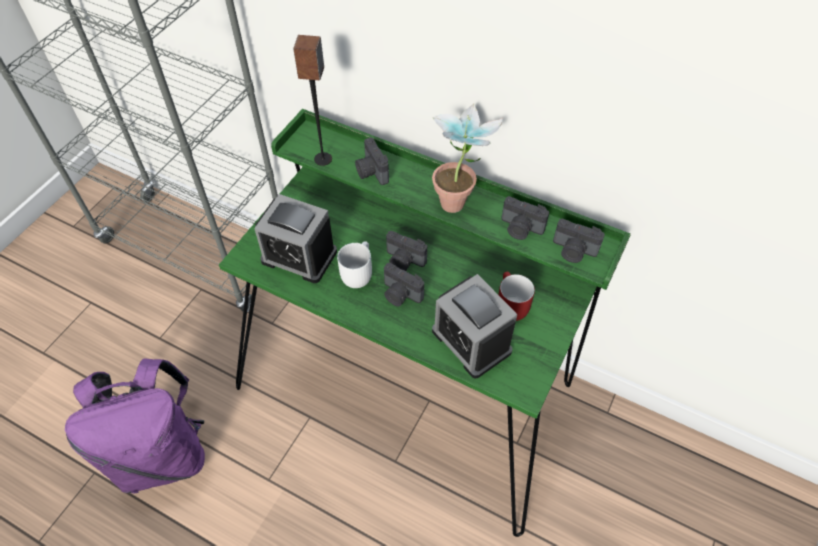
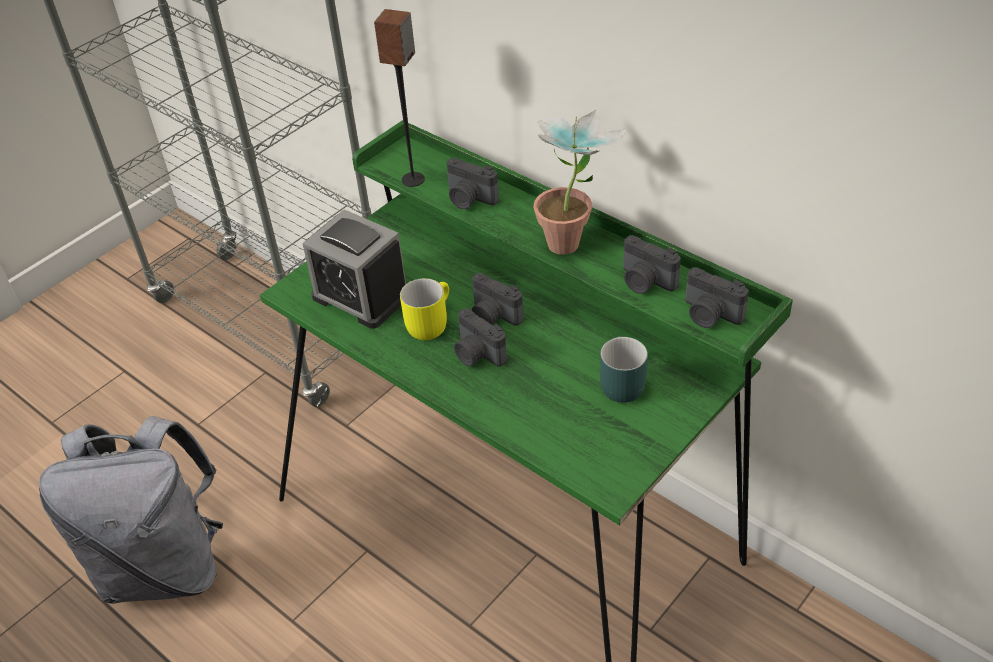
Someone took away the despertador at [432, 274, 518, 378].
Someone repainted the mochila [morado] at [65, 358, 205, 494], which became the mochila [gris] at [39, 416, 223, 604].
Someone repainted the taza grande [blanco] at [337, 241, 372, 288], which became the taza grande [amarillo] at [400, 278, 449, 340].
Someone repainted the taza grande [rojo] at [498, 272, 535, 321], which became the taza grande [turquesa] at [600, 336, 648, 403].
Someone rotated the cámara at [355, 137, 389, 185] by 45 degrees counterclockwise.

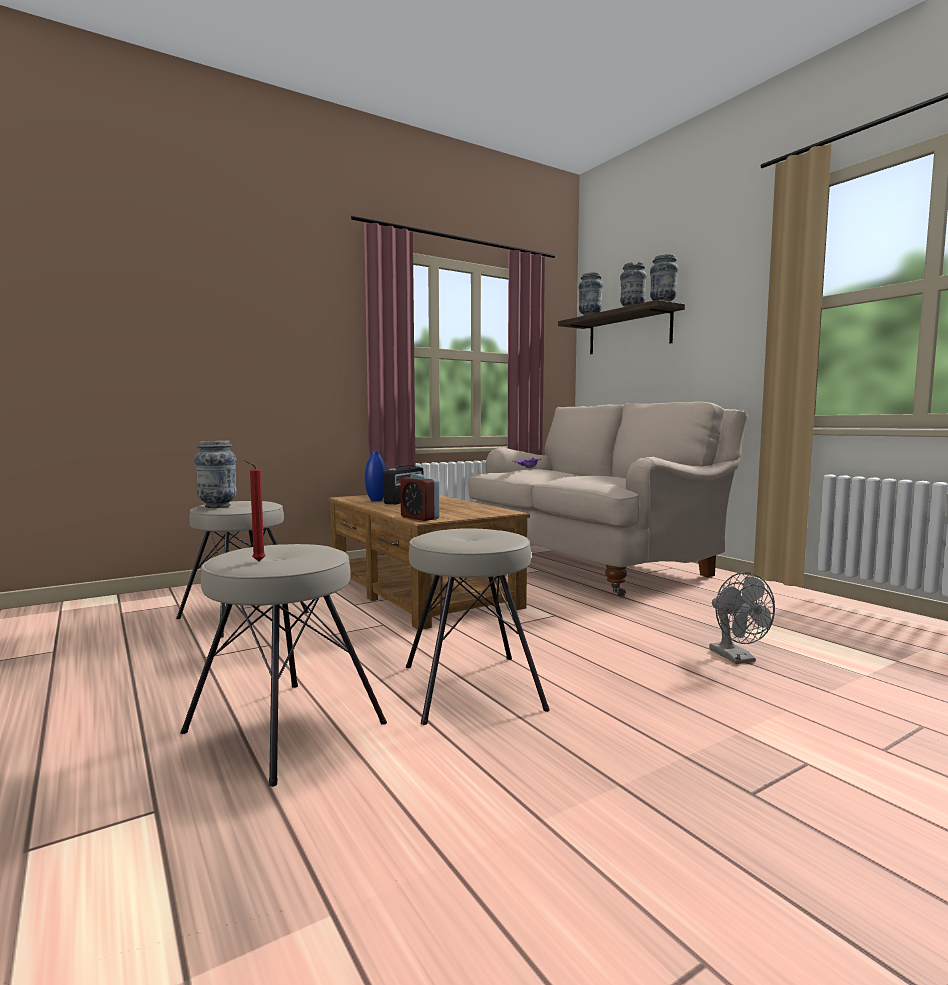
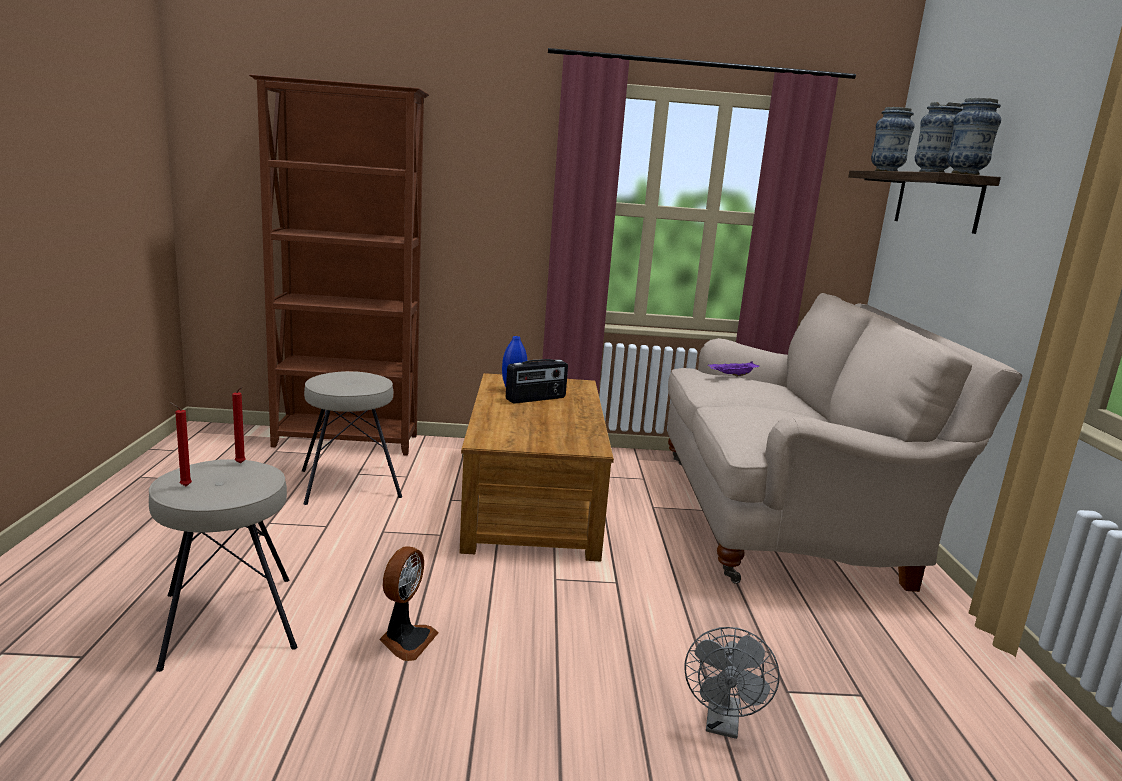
Someone took away the florero at [194, 440, 237, 508].
Someone took away the despertador at [400, 474, 439, 521].
Someone put down the vela [rojo] at [232, 387, 246, 464].
Someone put down the estantería [marrón] at [249, 74, 429, 456].
Someone swapped the taburete [beis] at [406, 529, 550, 725] for the ventilador at [379, 546, 439, 661].

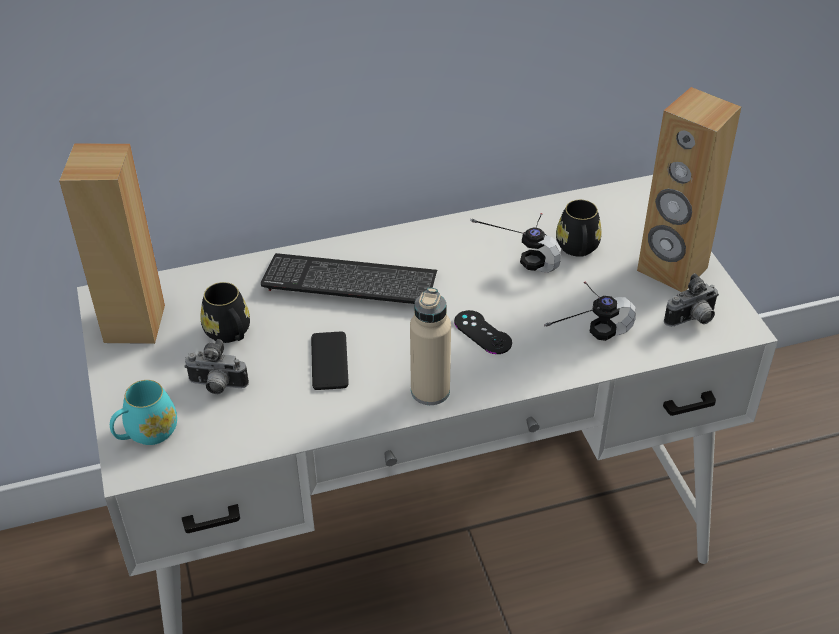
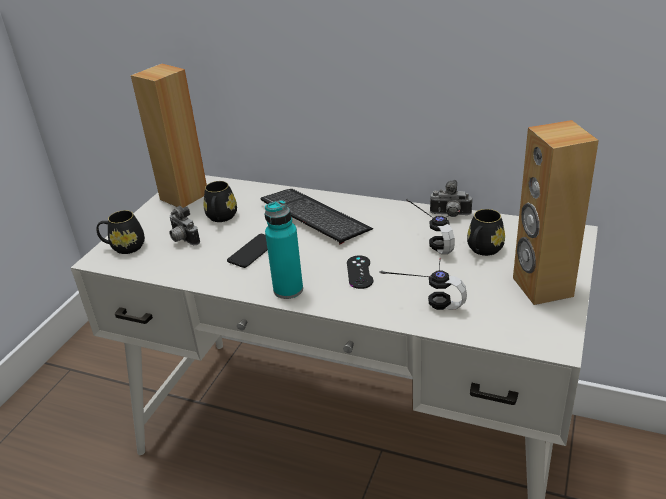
Someone carried the cámara from [664, 273, 719, 327] to [429, 180, 472, 217].
Someone repainted the taza grande [turquesa] at [110, 380, 177, 445], which became the taza grande [negro] at [96, 210, 145, 254].
Someone repainted the botella [beis] at [410, 288, 451, 405], which became the botella [turquesa] at [265, 200, 303, 299].

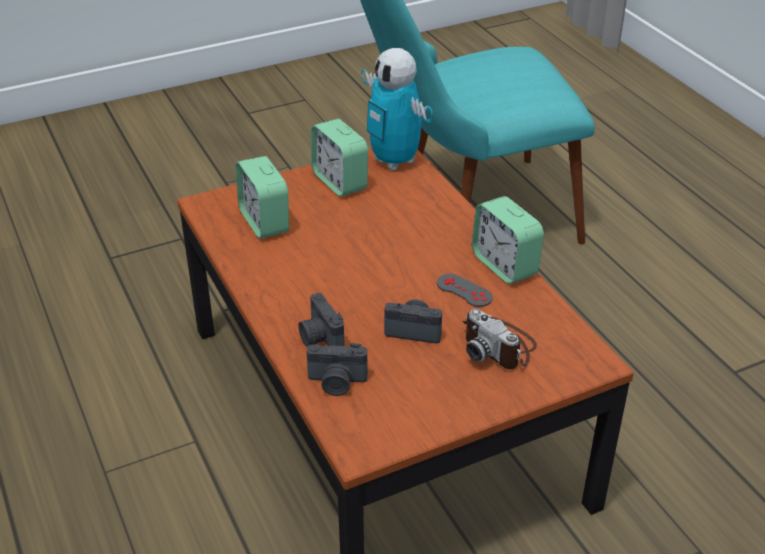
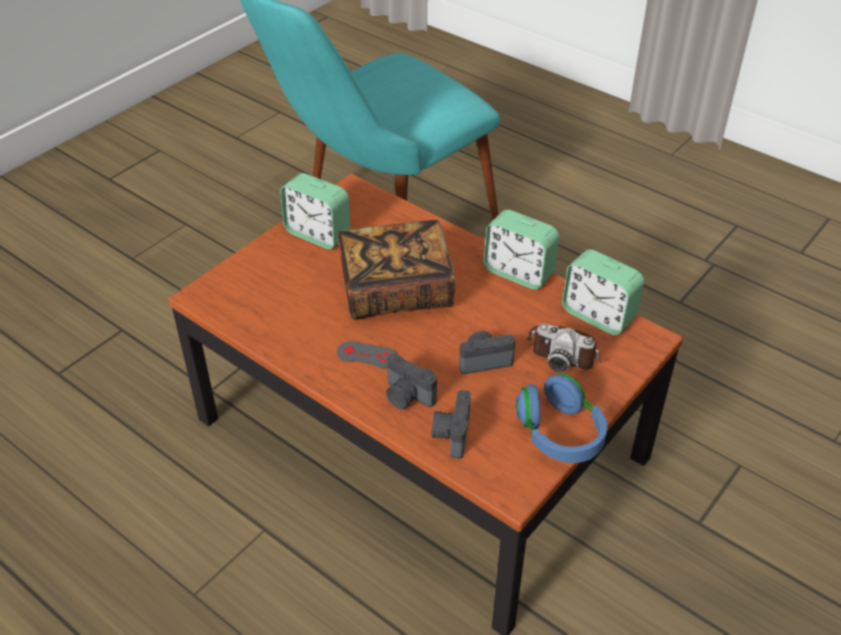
Someone took away the robot de juguete at [361, 48, 433, 171].
Someone put down the libro at [338, 220, 456, 320].
Someone put down the auriculares [azul] at [516, 374, 607, 463].
Someone carried the despertador from [236, 156, 289, 239] to [562, 249, 644, 335].
Someone carried the mando de consola [gris] from [437, 274, 493, 307] to [337, 341, 397, 369].
Someone rotated the cámara at [307, 343, 368, 396] by 120 degrees clockwise.

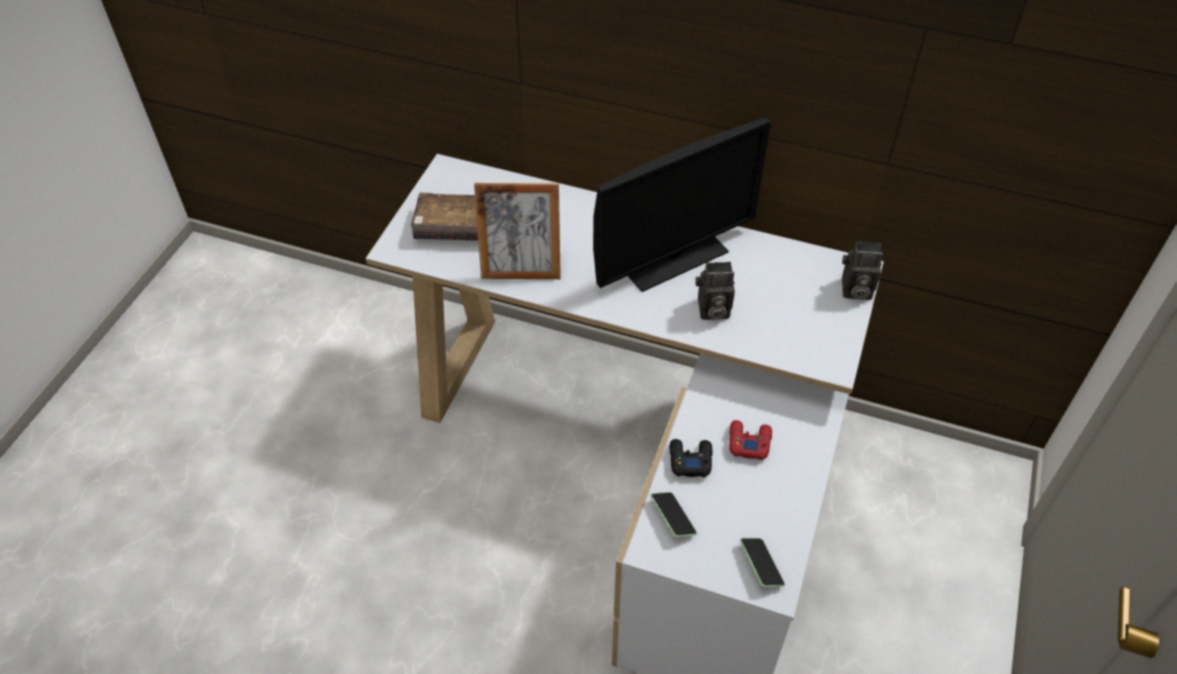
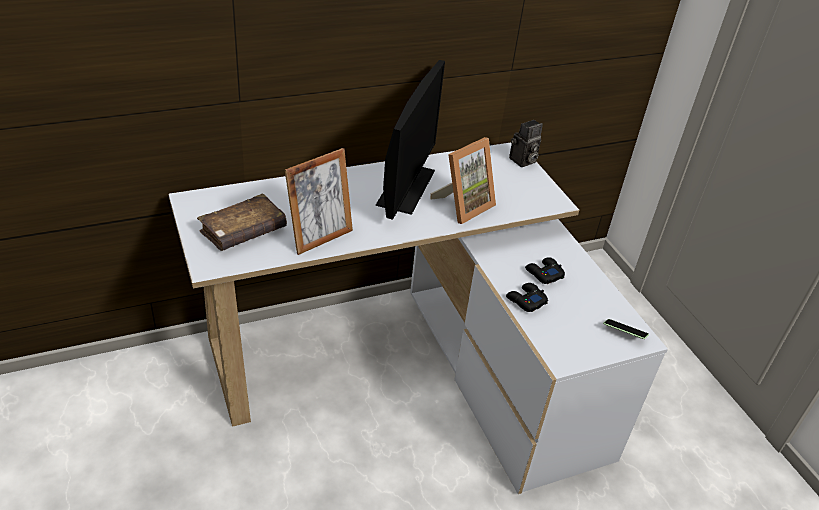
Someone took away the móvil at [650, 492, 697, 537].
Someone swapped the cámara at [695, 262, 735, 320] for the portarretratos at [430, 137, 496, 224].
Someone repainted the mando de consola [rojo] at [729, 420, 772, 460], which became the mando de consola [negro] at [525, 257, 565, 284].

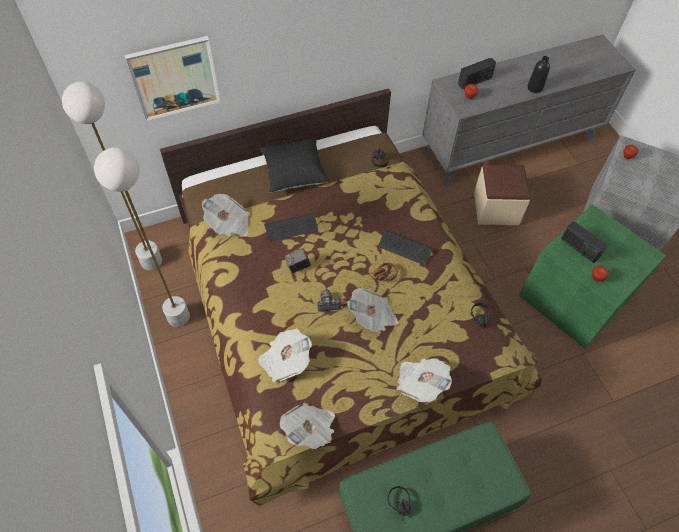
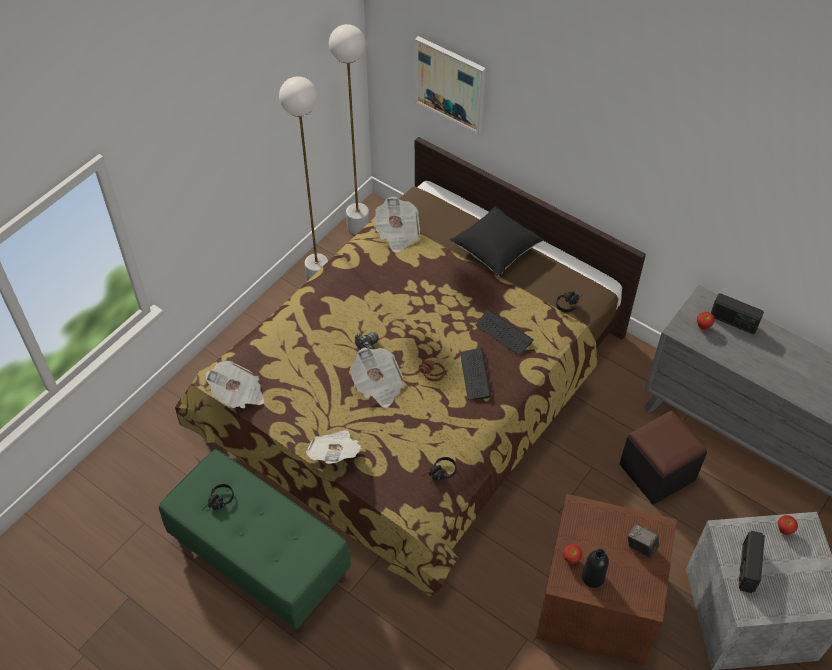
Someone took away the periódico at [258, 329, 312, 382].
Someone carried the teclado from [264, 213, 318, 242] to [476, 310, 533, 355].
Someone carried the cámara from [284, 248, 311, 273] to [628, 524, 659, 558].
Someone carried the botella [negro] from [528, 56, 550, 93] to [581, 549, 609, 588].
Someone carried the radio from [561, 221, 607, 263] to [739, 531, 765, 593].
Someone repainted the puf [beis] at [474, 164, 530, 225], which became the puf [negro] at [620, 410, 707, 505].
Someone repainted the caja de almacenaje [verde] at [519, 204, 666, 348], which became the caja de almacenaje [marrón] at [536, 494, 677, 666].

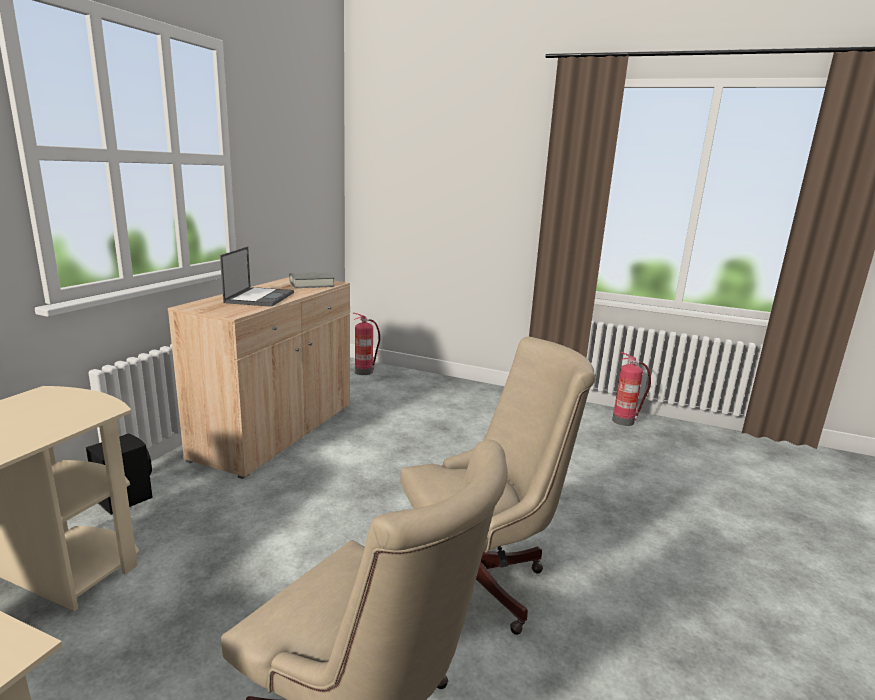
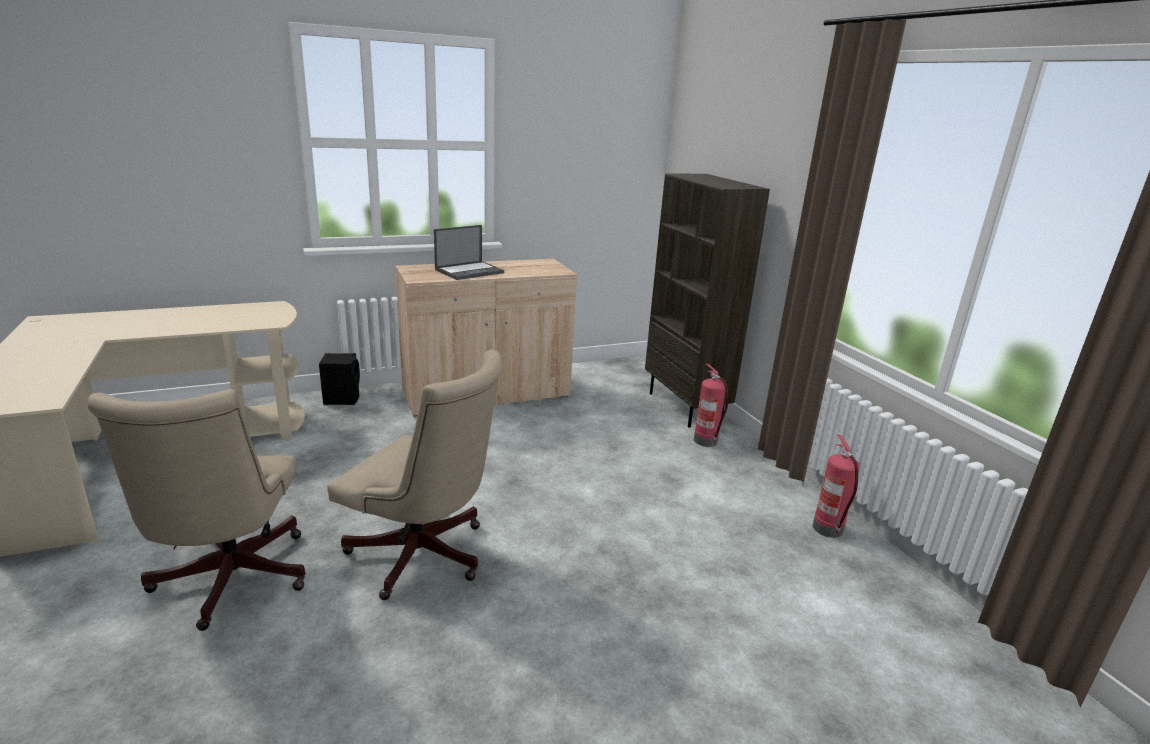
Someone took away the libro [gris] at [289, 272, 335, 288].
Someone put down the estantería [marrón] at [645, 173, 770, 427].
Someone carried the extintor from [353, 313, 380, 375] to [694, 363, 728, 447].

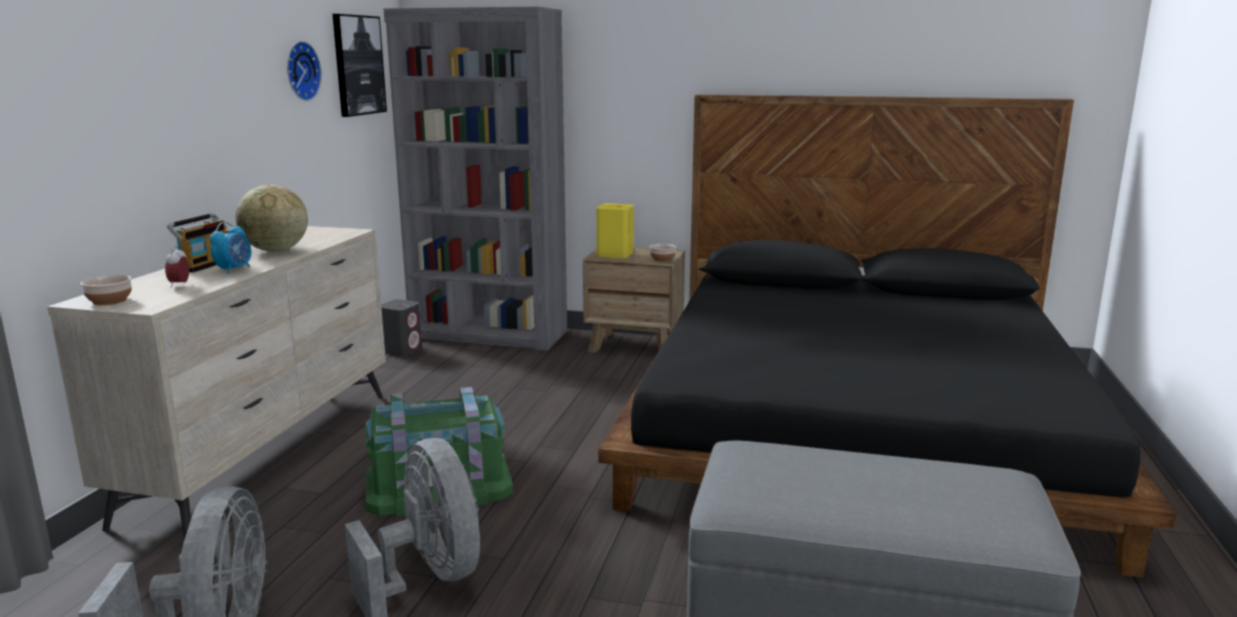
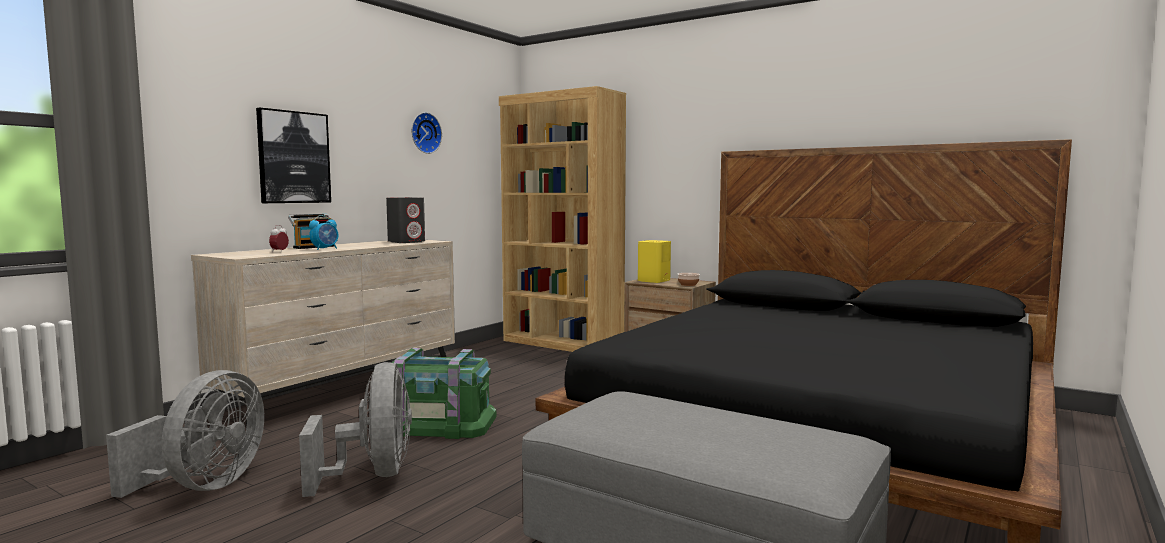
Someone took away the cuenco at [81, 275, 132, 305].
Someone took away the globo terráqueo at [236, 185, 308, 252].
Someone carried the cuadro from [333, 14, 387, 117] to [256, 108, 331, 203].
Someone carried the altavoz [gris] from [381, 299, 422, 356] to [386, 197, 425, 243].
Someone repainted the estantería [gris] at [384, 6, 567, 351], which became the estantería [marrón] at [499, 86, 626, 352].

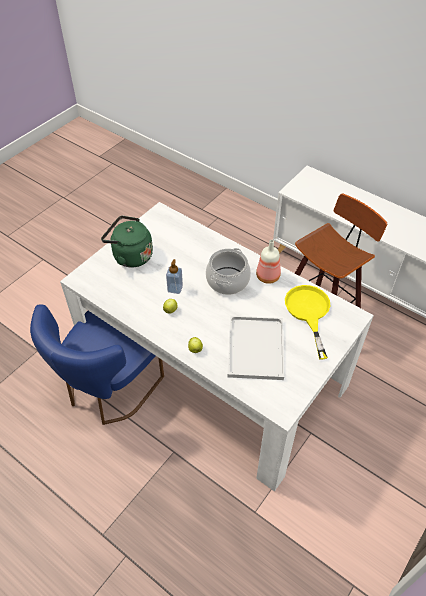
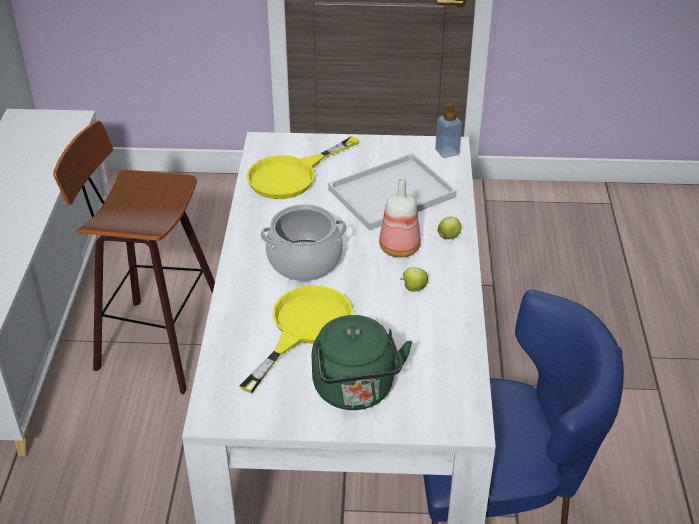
Someone put down the sartén [amarillo] at [240, 285, 353, 393].
Someone carried the dispensador de jabón from [166, 259, 183, 294] to [435, 103, 462, 158].
Someone carried the botella from [256, 240, 281, 284] to [379, 178, 421, 258].

